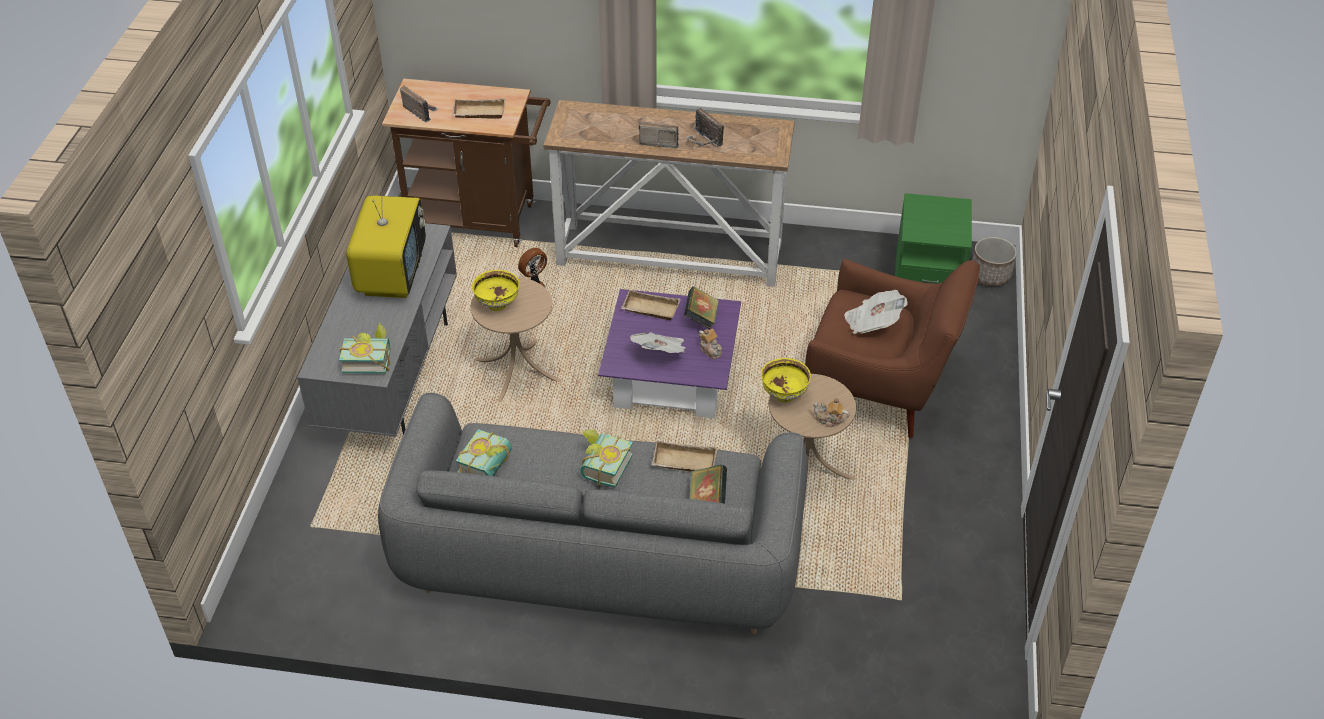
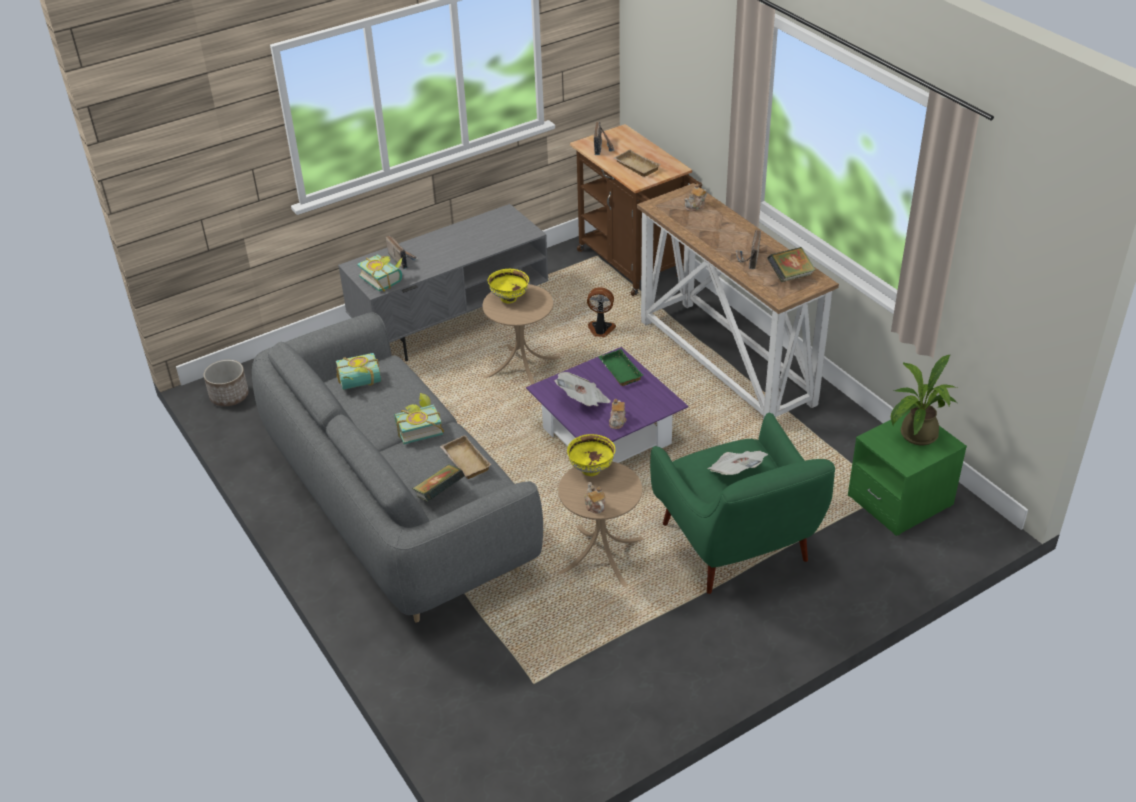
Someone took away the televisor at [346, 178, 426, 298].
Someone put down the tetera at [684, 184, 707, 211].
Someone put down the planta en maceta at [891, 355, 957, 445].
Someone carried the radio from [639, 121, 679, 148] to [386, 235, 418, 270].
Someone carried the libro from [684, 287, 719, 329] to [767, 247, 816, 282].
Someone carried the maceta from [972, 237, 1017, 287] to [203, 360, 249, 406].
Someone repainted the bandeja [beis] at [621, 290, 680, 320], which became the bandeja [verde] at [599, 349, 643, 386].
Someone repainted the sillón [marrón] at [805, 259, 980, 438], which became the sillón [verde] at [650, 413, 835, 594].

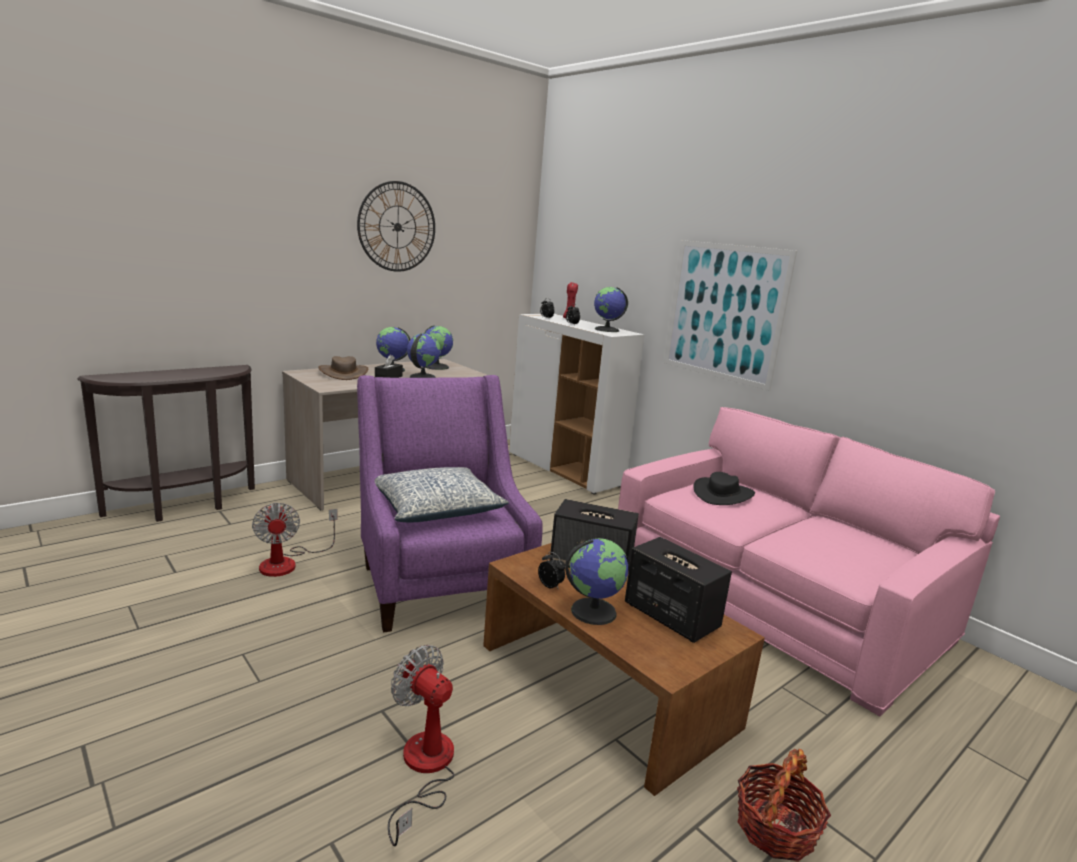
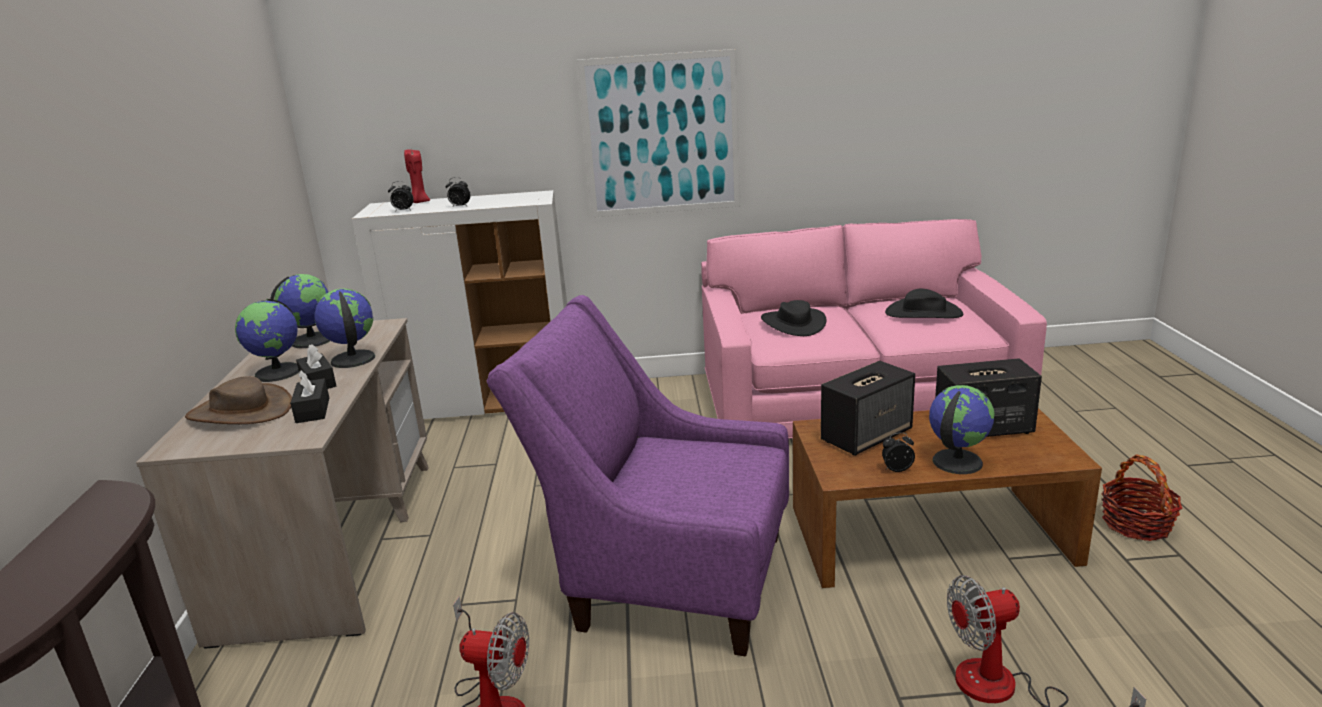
Someone took away the reloj de pared at [357, 181, 435, 272].
Someone took away the cojín at [375, 467, 509, 523].
Someone took away the globo terráqueo at [594, 287, 628, 332].
Someone put down the caja de pañuelos [negro] at [290, 370, 329, 423].
Someone put down the sombrero [negro] at [885, 288, 963, 318].

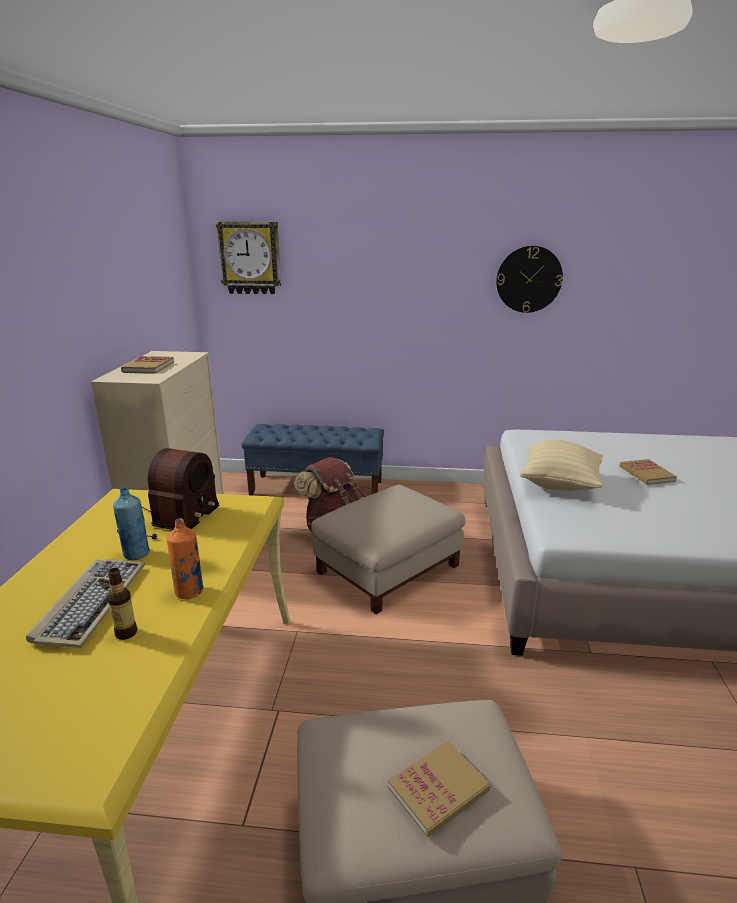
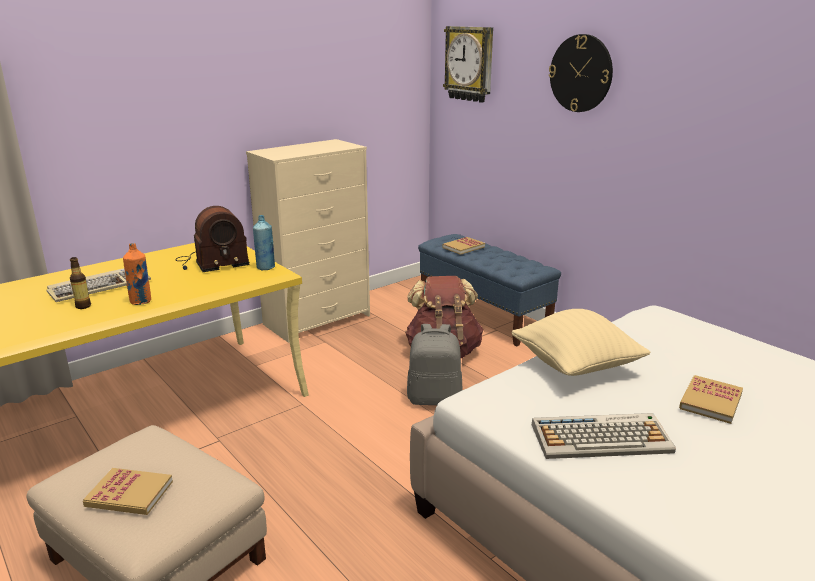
Someone put down the teclado at [532, 413, 676, 459].
Someone carried the botella [azul] from [113, 487, 150, 560] to [253, 215, 275, 270].
Someone carried the libro from [121, 356, 174, 374] to [442, 237, 485, 255].
Someone carried the reloj de pared from [496, 246, 563, 313] to [549, 34, 613, 112].
Someone swapped the puf [beis] at [311, 485, 466, 614] for the mochila [gris] at [407, 324, 462, 405].

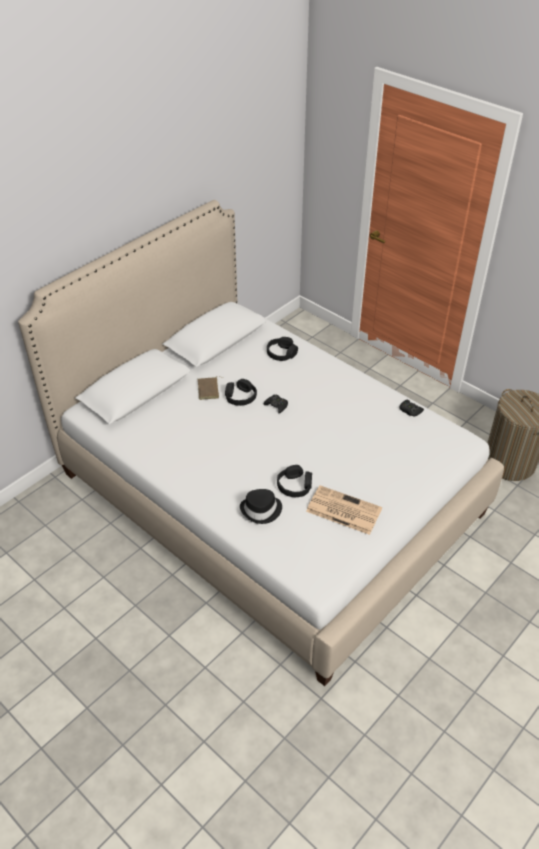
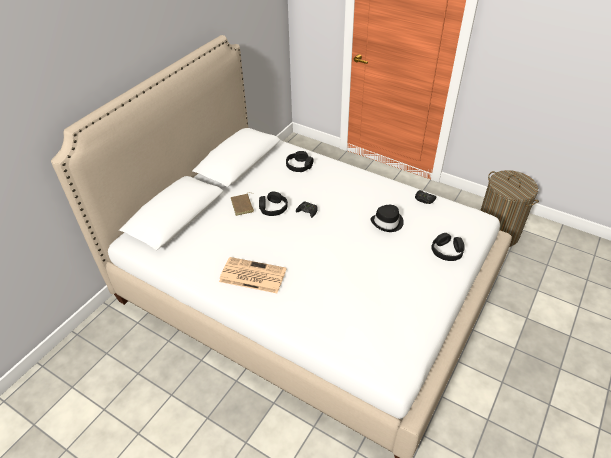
Someone carried the sombrero [negro] from [240, 489, 282, 524] to [371, 205, 404, 232].
Someone carried the auriculares [negro] from [277, 465, 312, 497] to [431, 233, 465, 261].
Someone carried the periódico from [306, 485, 382, 535] to [219, 257, 287, 293].

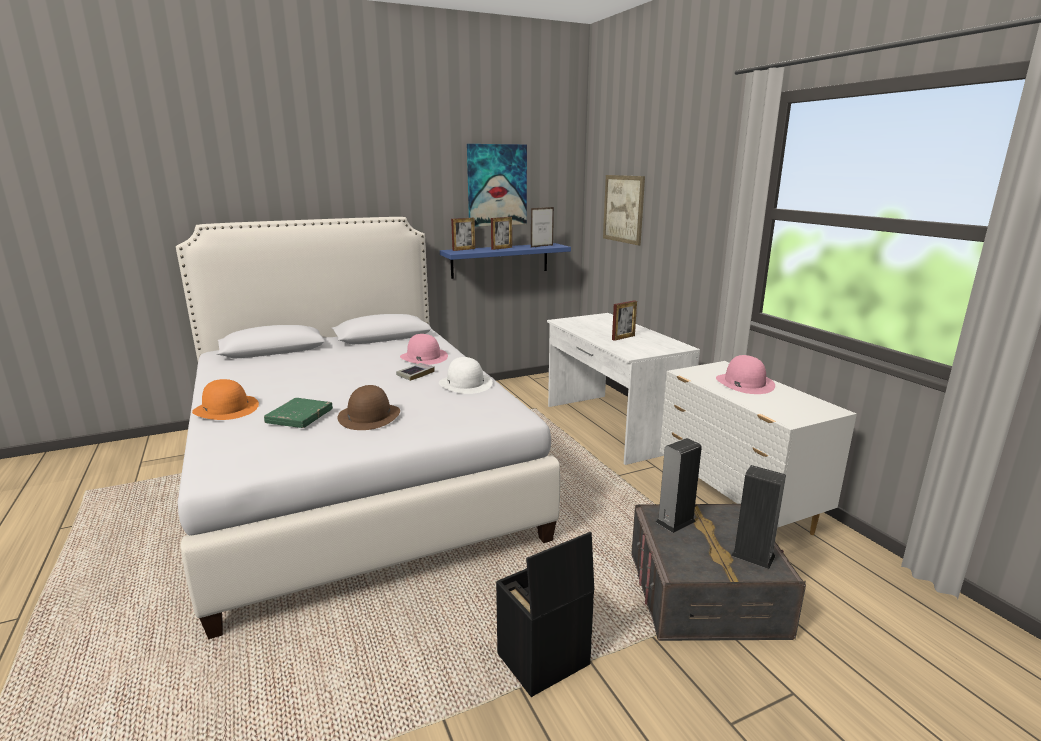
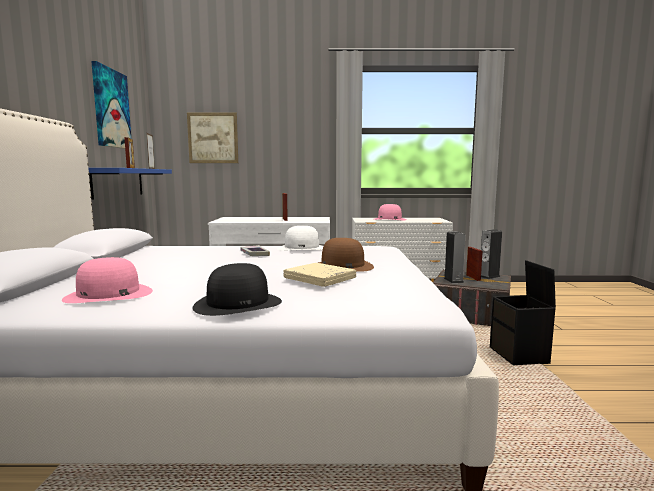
Someone carried the sombrero [rosa] from [400, 334, 448, 365] to [62, 257, 153, 303].
Someone carried the portarretratos from [451, 218, 475, 251] to [466, 247, 483, 281].
Someone repainted the sombrero [naranja] at [192, 379, 259, 420], which became the sombrero [negro] at [192, 263, 282, 316].
Someone repainted the libro [verde] at [264, 398, 333, 428], which became the libro [beis] at [284, 263, 356, 287].

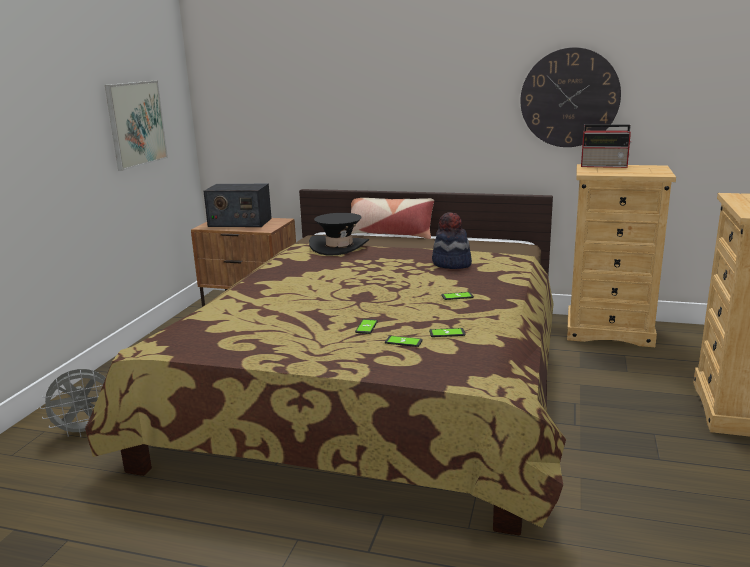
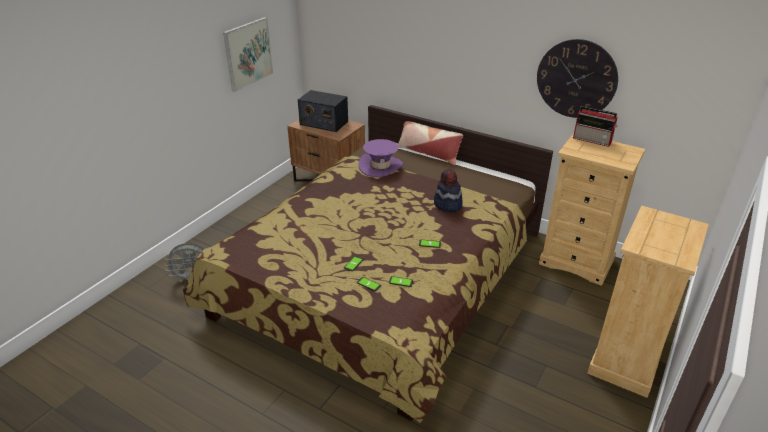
Someone repainted the sombrero [negro] at [309, 213, 369, 256], which became the sombrero [morado] at [358, 139, 403, 177].

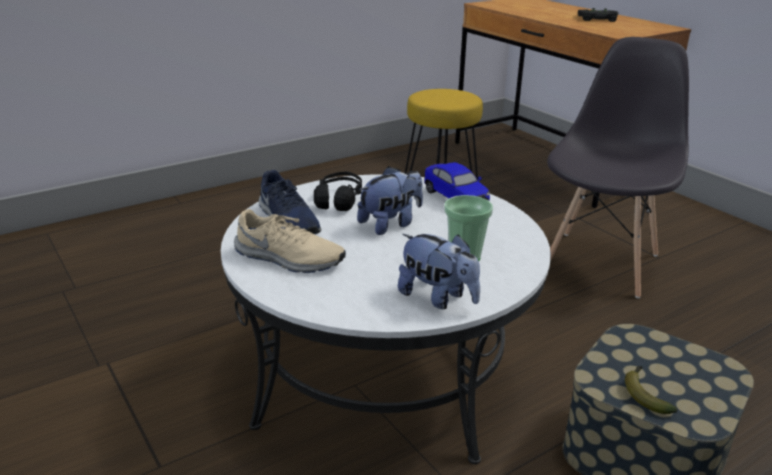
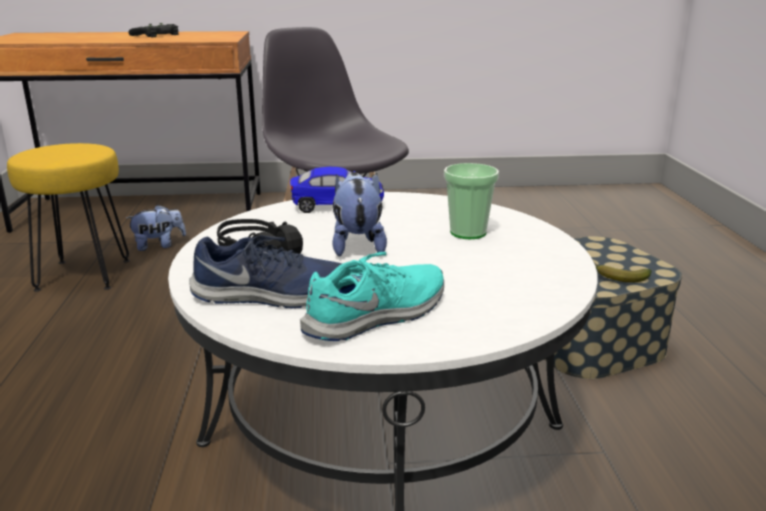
Someone carried the peluche from [398, 234, 480, 309] to [126, 205, 186, 251].
Someone repainted the zapato [beis] at [234, 209, 346, 273], which became the zapato [turquesa] at [300, 252, 444, 341].

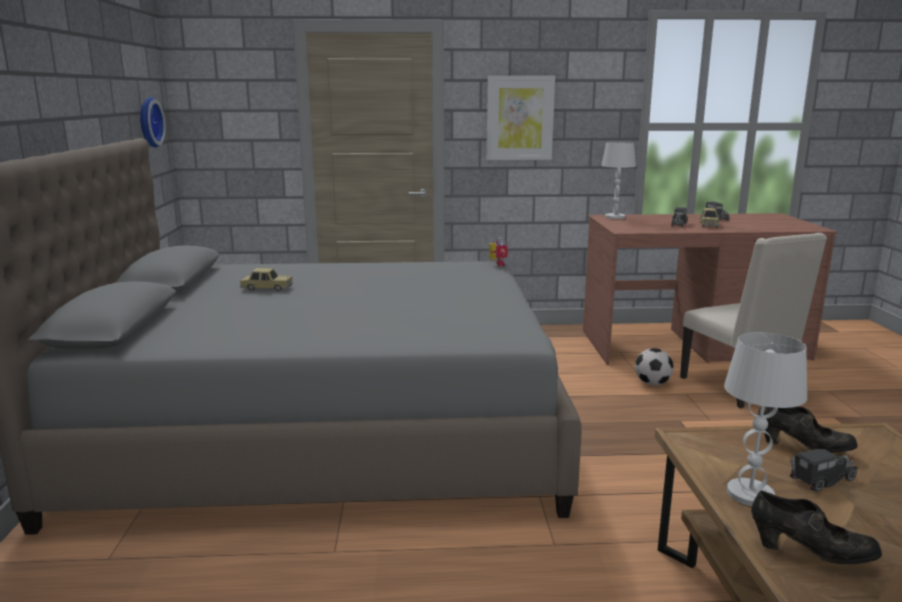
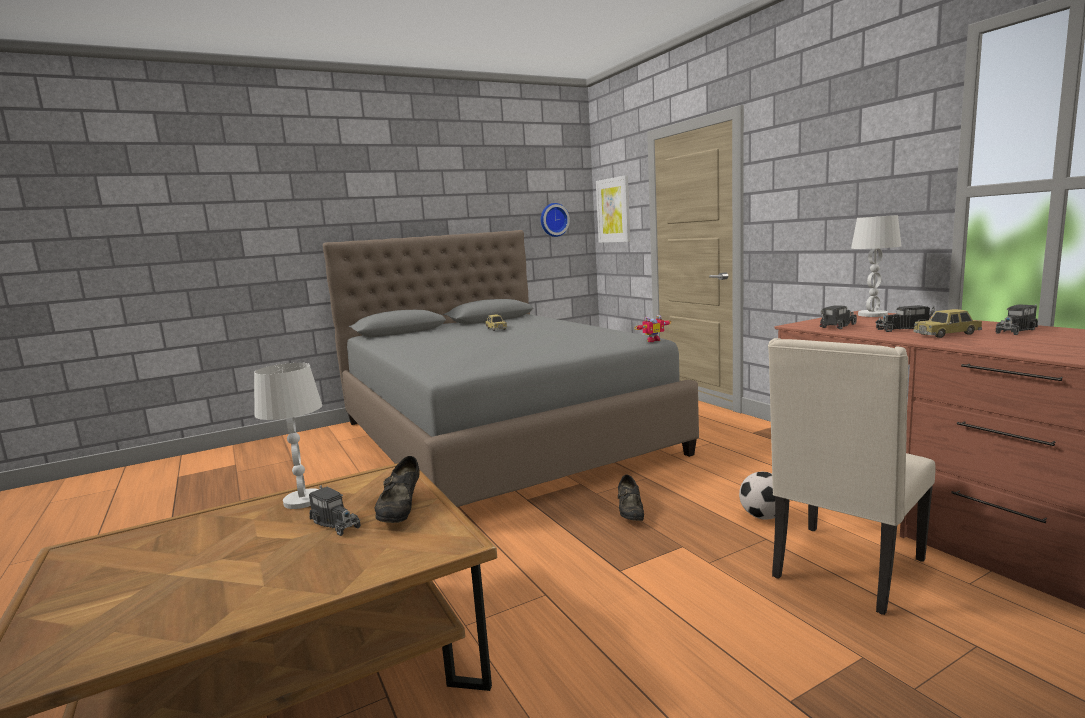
Someone put down the camión de juguete at [820, 305, 857, 329].
Someone carried the cuadro from [487, 76, 555, 160] to [596, 175, 630, 243].
Someone carried the zapato [negro] from [751, 490, 882, 564] to [618, 475, 644, 521].

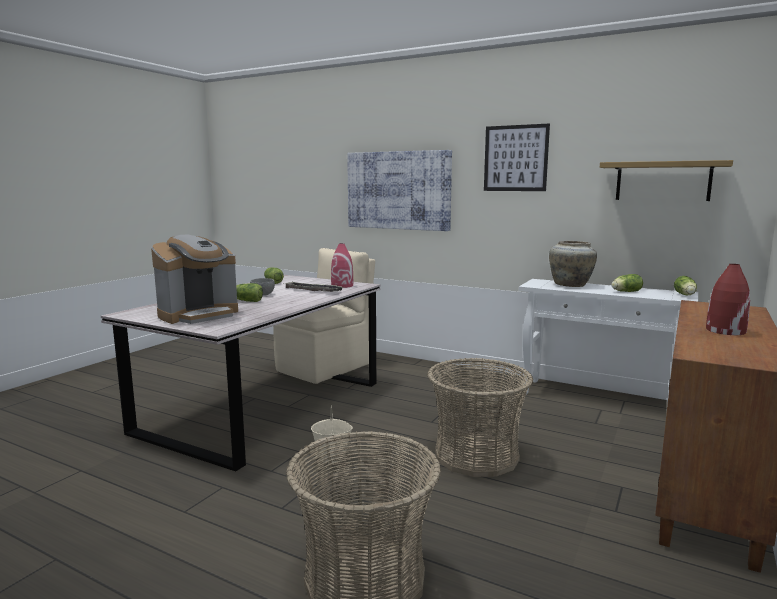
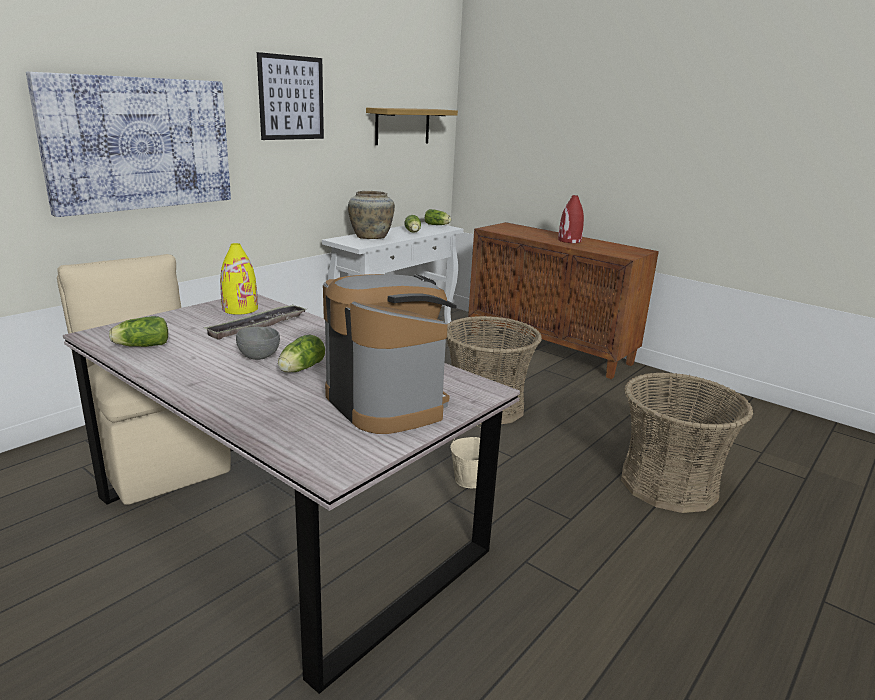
Someone repainted the florero [rojo] at [331, 243, 353, 288], which became the florero [amarillo] at [220, 243, 258, 315].

